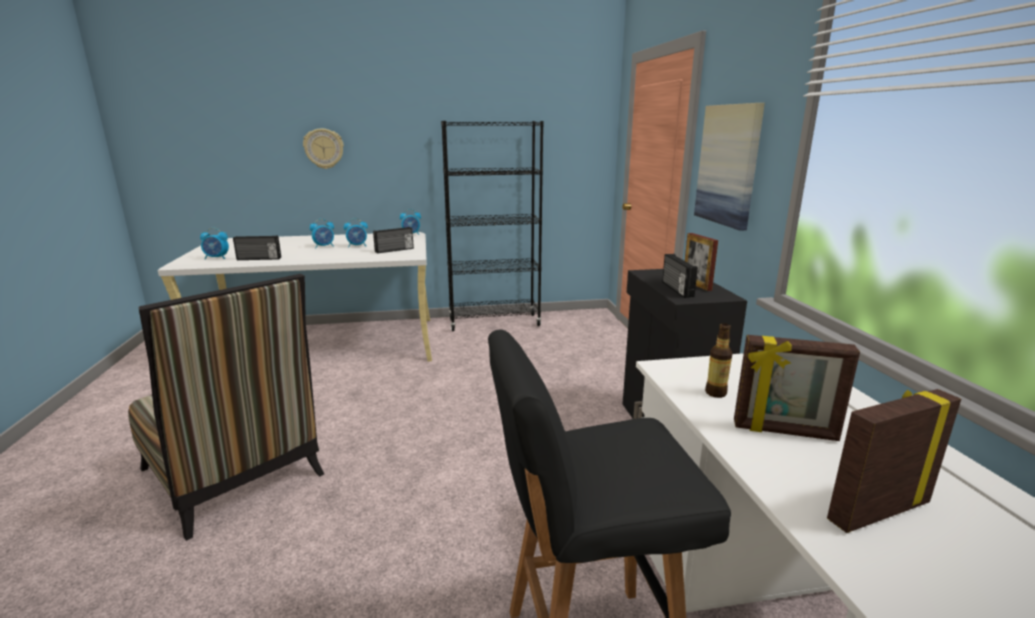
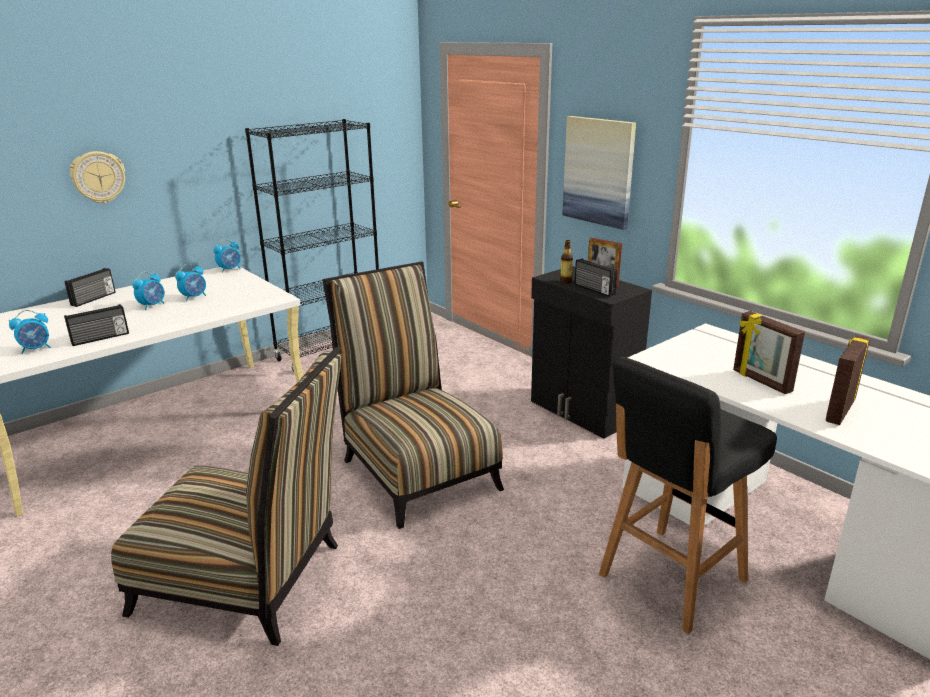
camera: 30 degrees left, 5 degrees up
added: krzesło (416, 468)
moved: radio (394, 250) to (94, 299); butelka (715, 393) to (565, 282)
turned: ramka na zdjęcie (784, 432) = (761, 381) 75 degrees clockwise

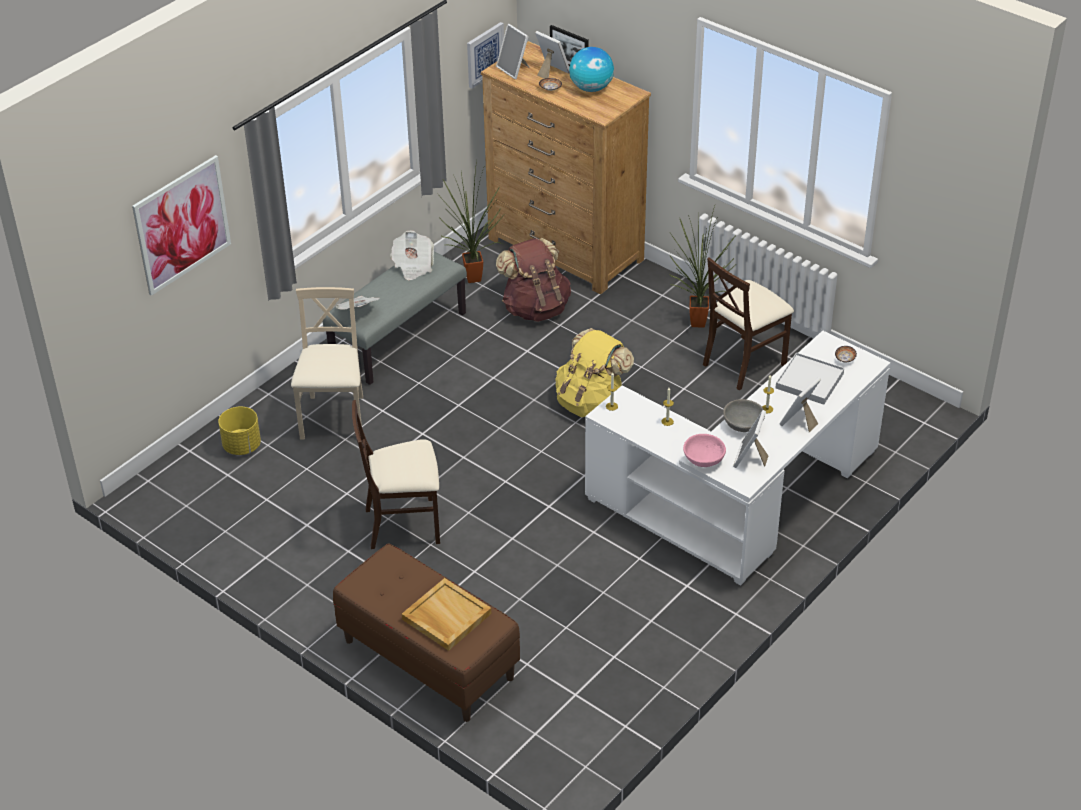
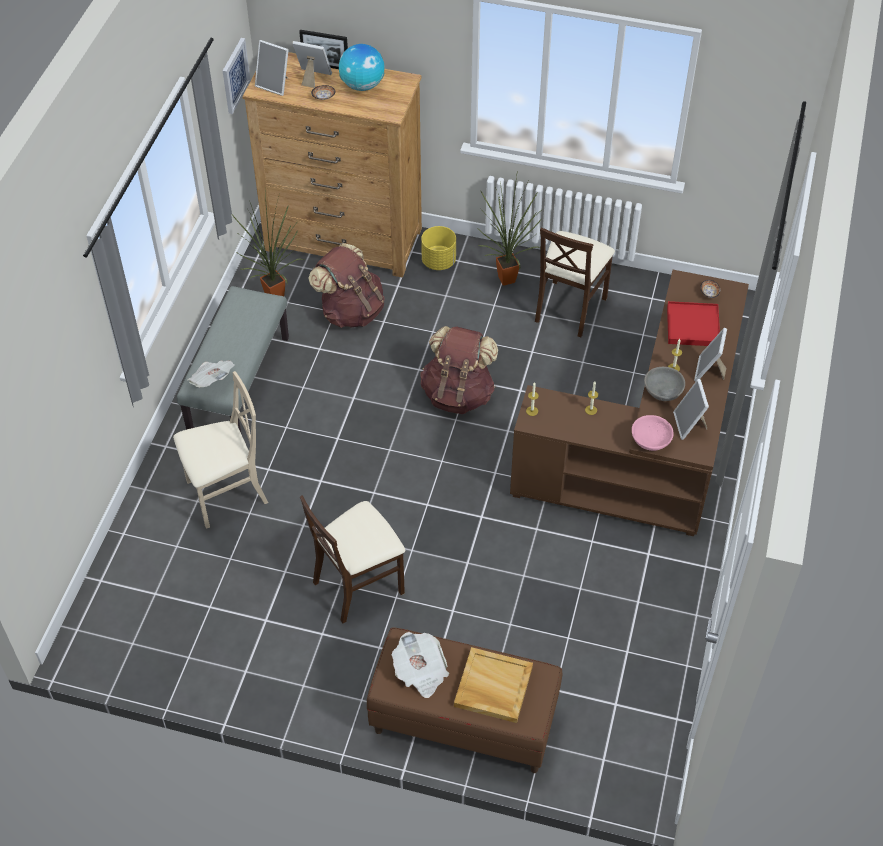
camera: 25 degrees left, 10 degrees up
removed: obraz (182, 225)
moved: gazeta (413, 266) to (420, 672); donica (żółty) (242, 446) to (439, 261)
recoloured: plecak (żółty) (591, 402) to plecak (brązowy) (458, 394); biurko (biały) (743, 502) to biurko (brązowy) (648, 450); taca (biały) (809, 381) to taca (czerwony) (693, 326)
turned: krzesło (beżowy) (334, 418) = (226, 494) 90 degrees clockwise

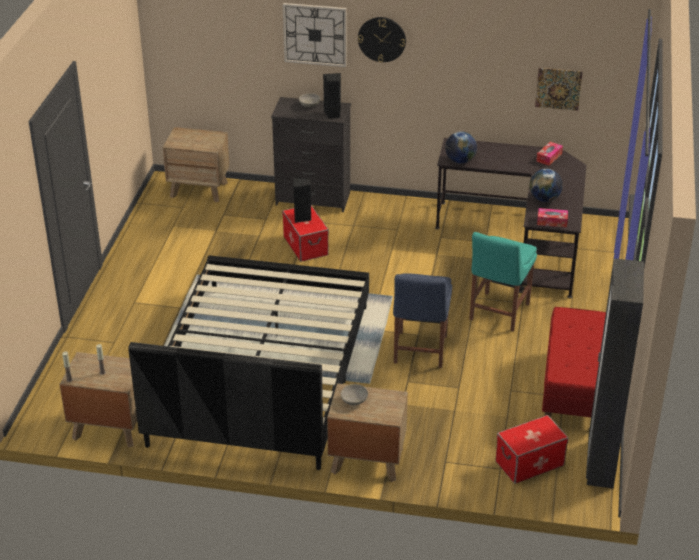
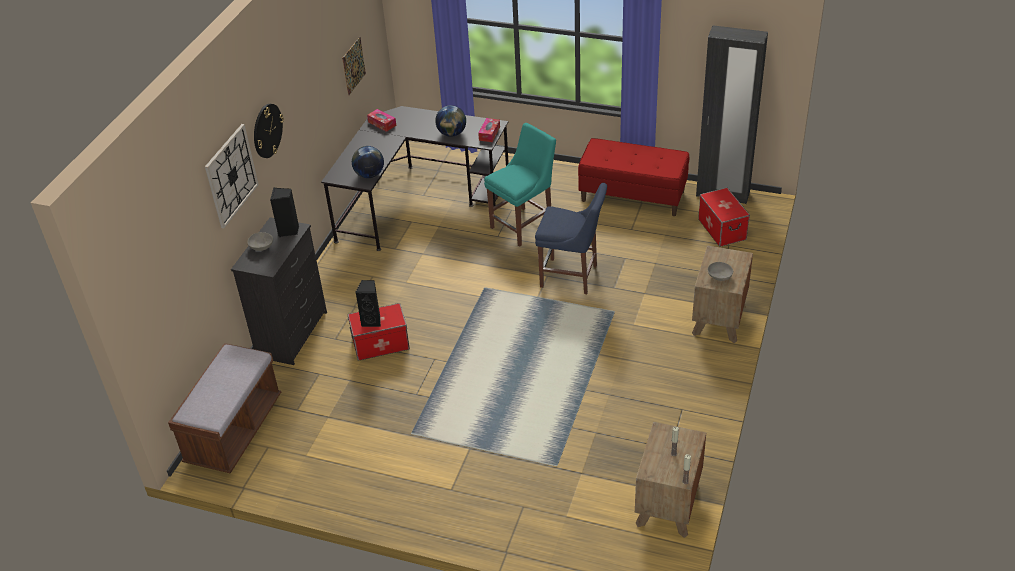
camera: 80 degrees left, 5 degrees up
removed: łóżko (czarny) (261, 373)
replaced: szafka nocna (brązowy) (199, 189) to ławka (brązowy) (234, 431)
turned: krzesło (turkusowy) (497, 313) = (524, 225) 75 degrees counterclockwise

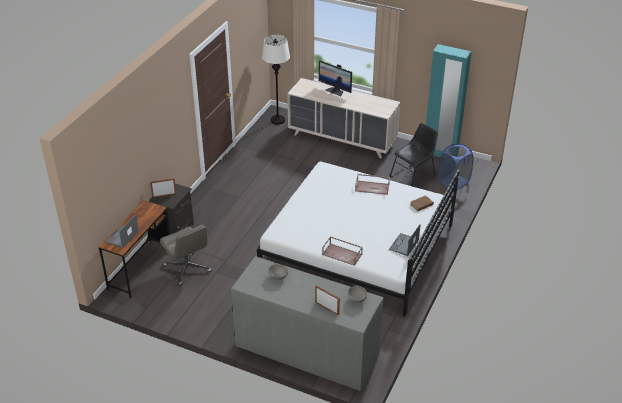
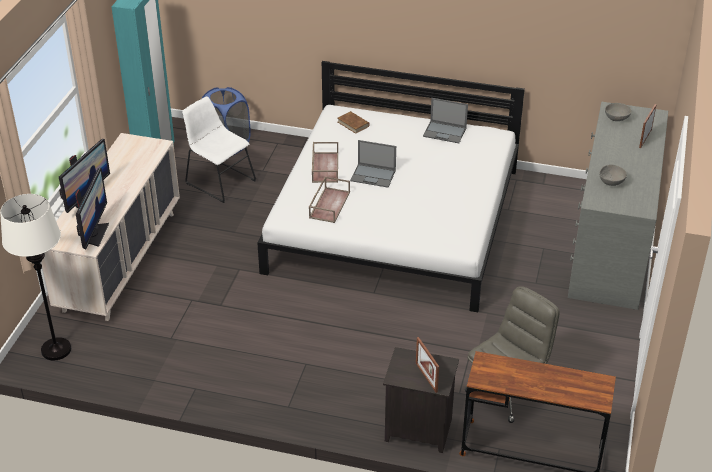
camera: 100 degrees left, 0 degrees up
added: monitor (94, 234)
moved: taca (brązowy) (342, 254) to (329, 204); laptop (122, 237) to (373, 176)
recoloured: krzesło (czarny) (413, 176) to krzesło (biały) (218, 180)

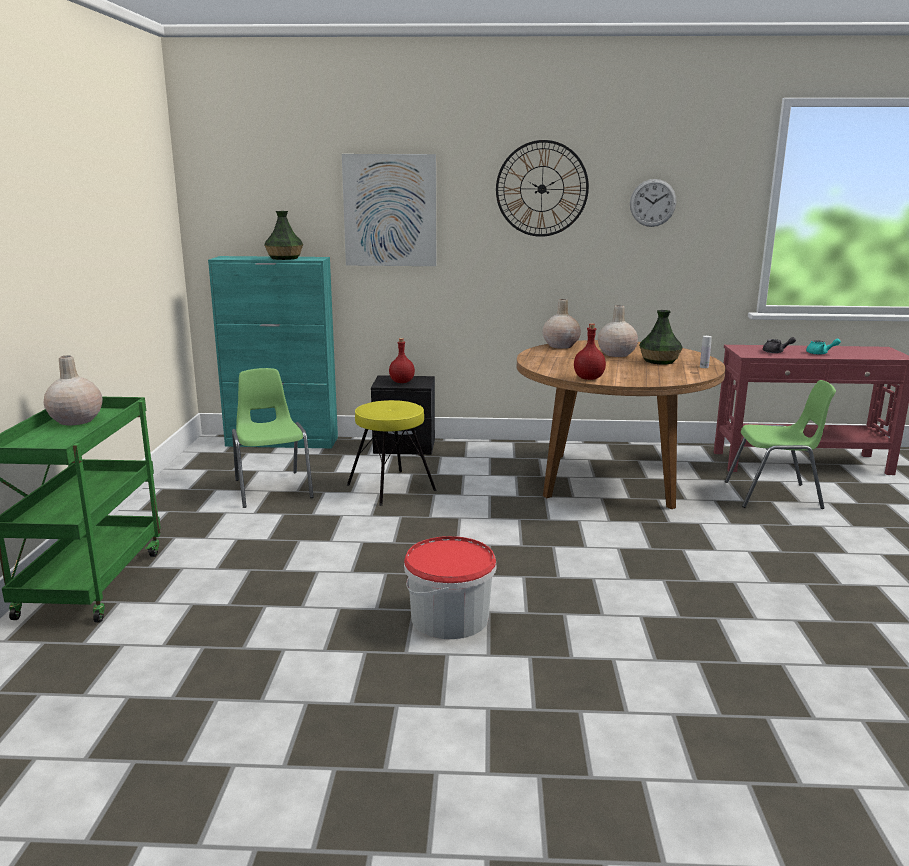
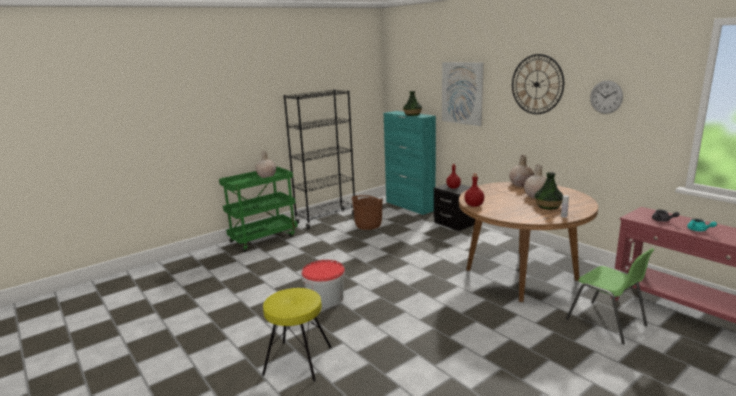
camera: 50 degrees right, 0 degrees up
added: regał (czarny) (326, 219)
moved: stołek (żółty) (391, 487) to (298, 360)
replaced: krzesło (zielony) (272, 488) to wiadro (brązowy) (368, 225)

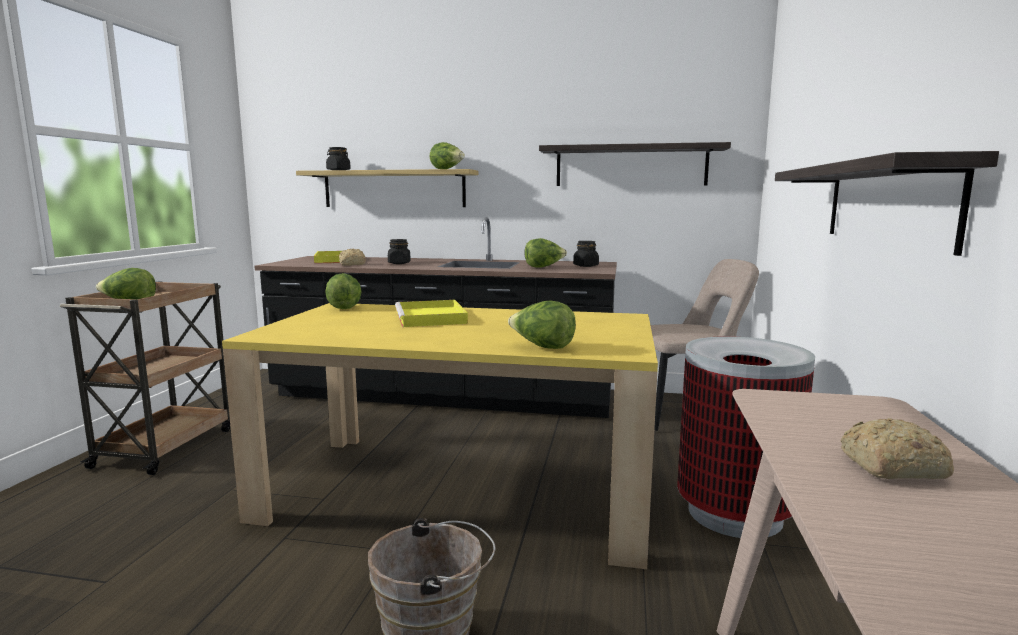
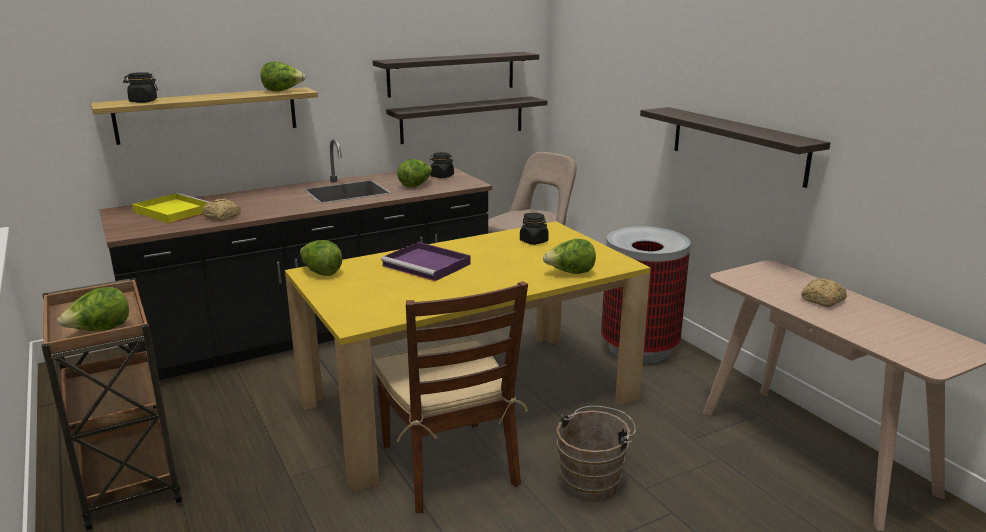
camera: 40 degrees left, 10 degrees up
added: krzesło (brązowy) (449, 465); półka (462, 119)
moved: słoik (czarny) (399, 263) to (534, 241)
recoloured: taca (żółty) (431, 318) to taca (fioletowy) (428, 265)

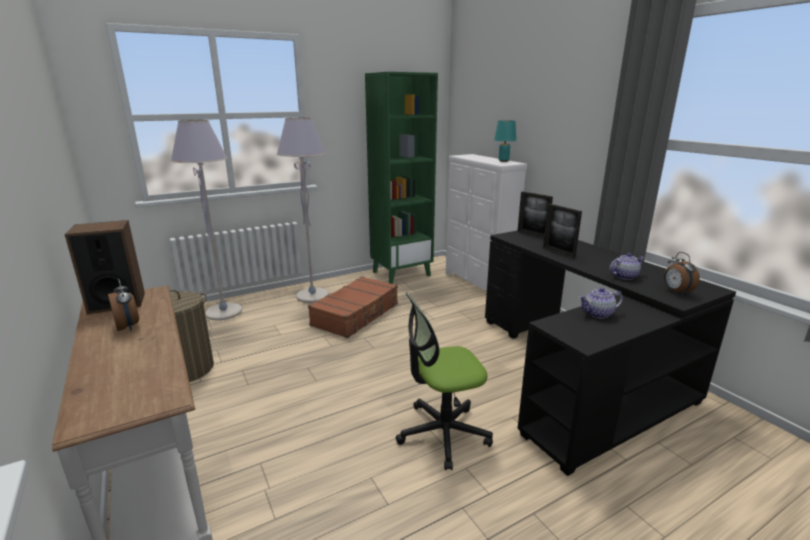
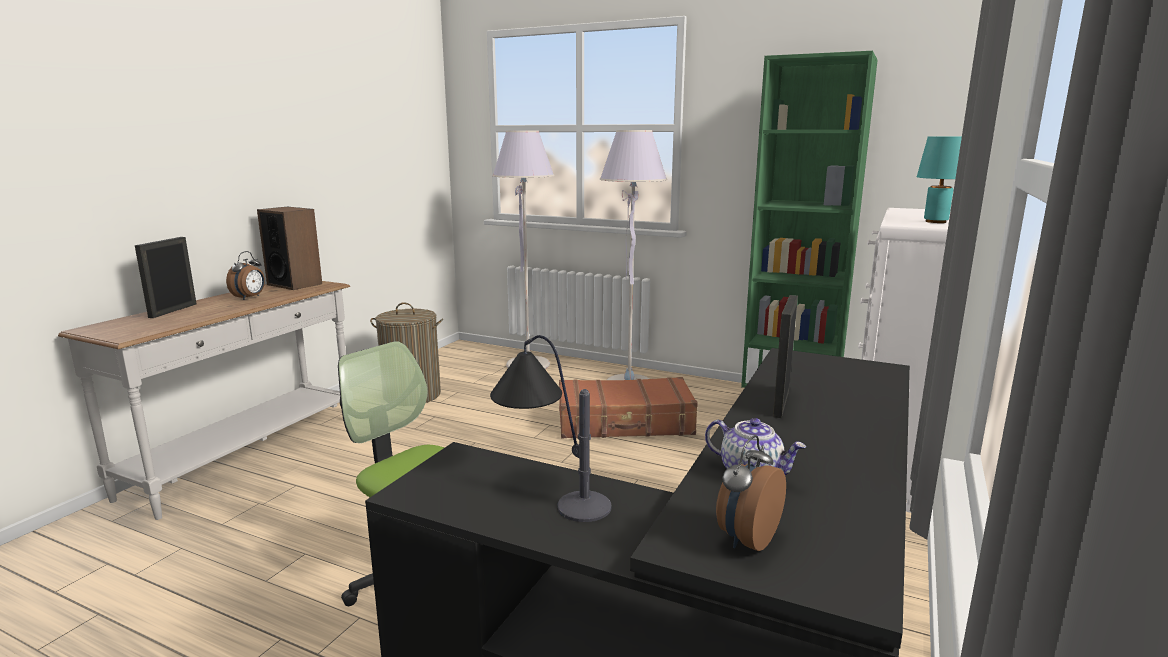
camera: 55 degrees right, 5 degrees down
moved: ramka na zdjęcie (532, 234) to (173, 310)
replaced: imbryk (598, 314) to lampa stołowa (547, 486)

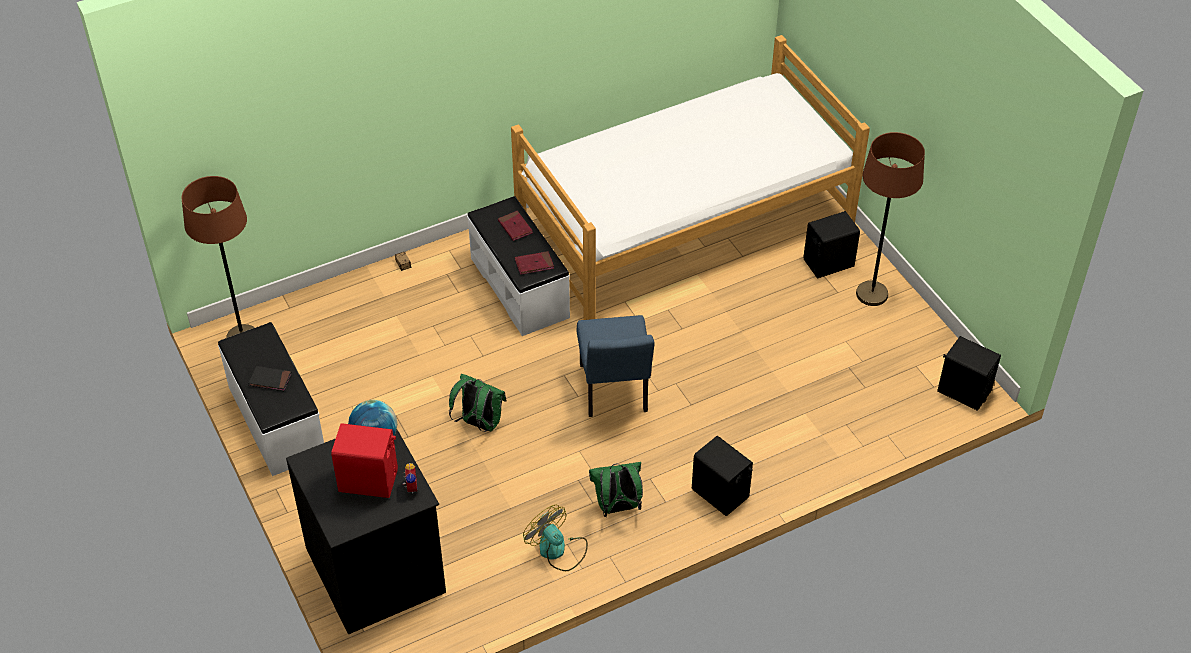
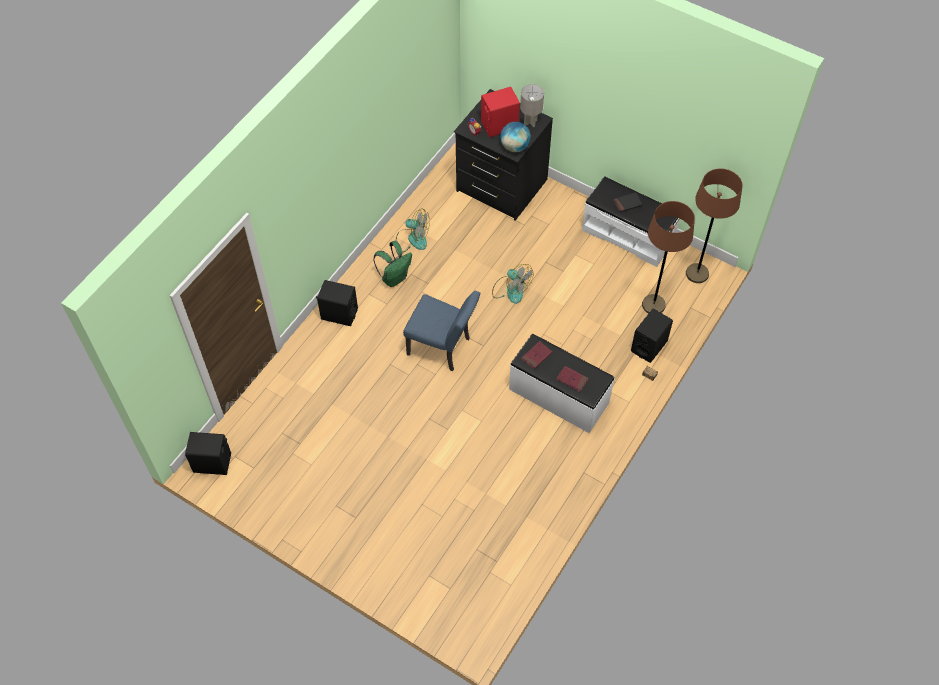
camera: 150 degrees right, 10 degrees up
removed: łóżko (685, 226)
added: lampa stołowa (szary) (530, 122)
moved: głośnik (czarny) (828, 263) to (649, 346); lampa stojąca (brązowy) (872, 294) to (653, 305)
replaced: plecak (zielony) (479, 423) to wentylator (511, 289)
turned: krzesło (niebieski) (614, 393) = (443, 348) 150 degrees clockwise

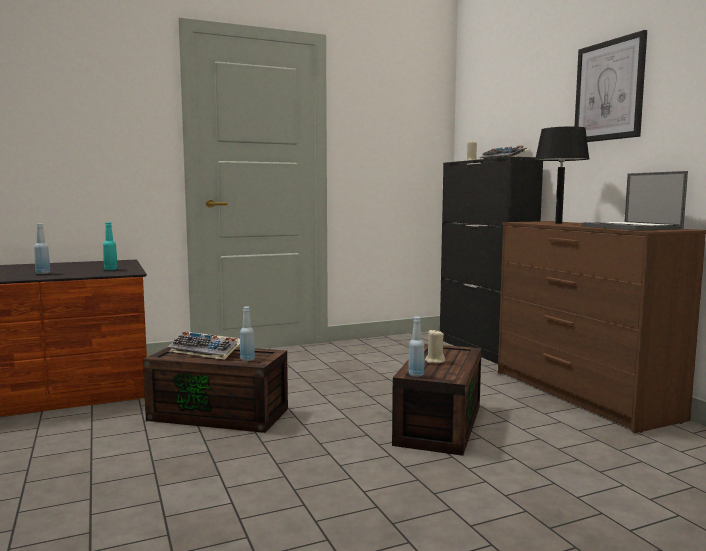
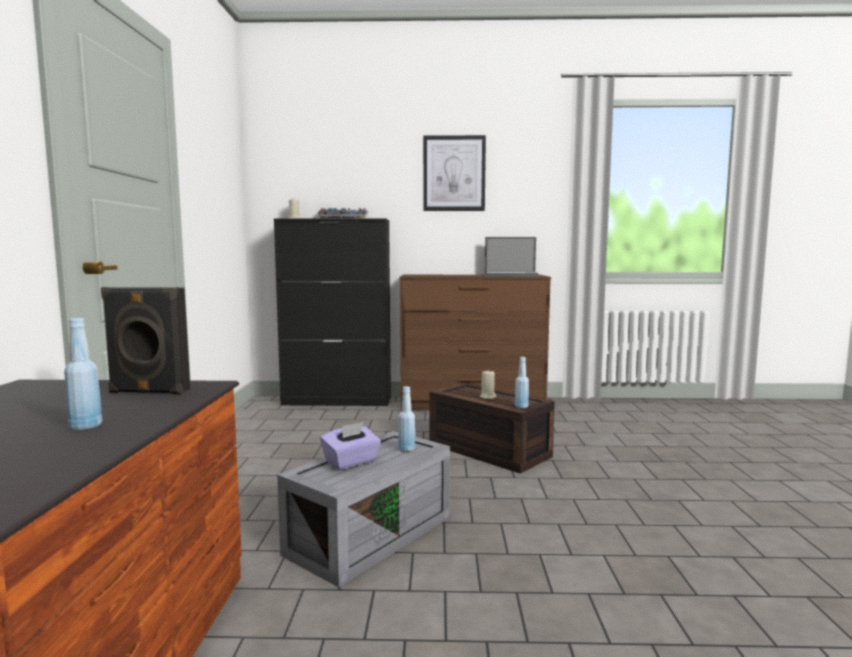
camera: 65 degrees left, 0 degrees up
removed: lampa stołowa (czarny) (558, 223)
replaced: butelka (turkusowy) (110, 269) to głośnik (czarny) (148, 392); klawiatura (207, 351) to pudełko chusteczek (fioletowy) (351, 462)
recoloured: pojemnik do przechowywania (brązowy) (221, 414) to pojemnik do przechowywania (szary) (370, 533)

